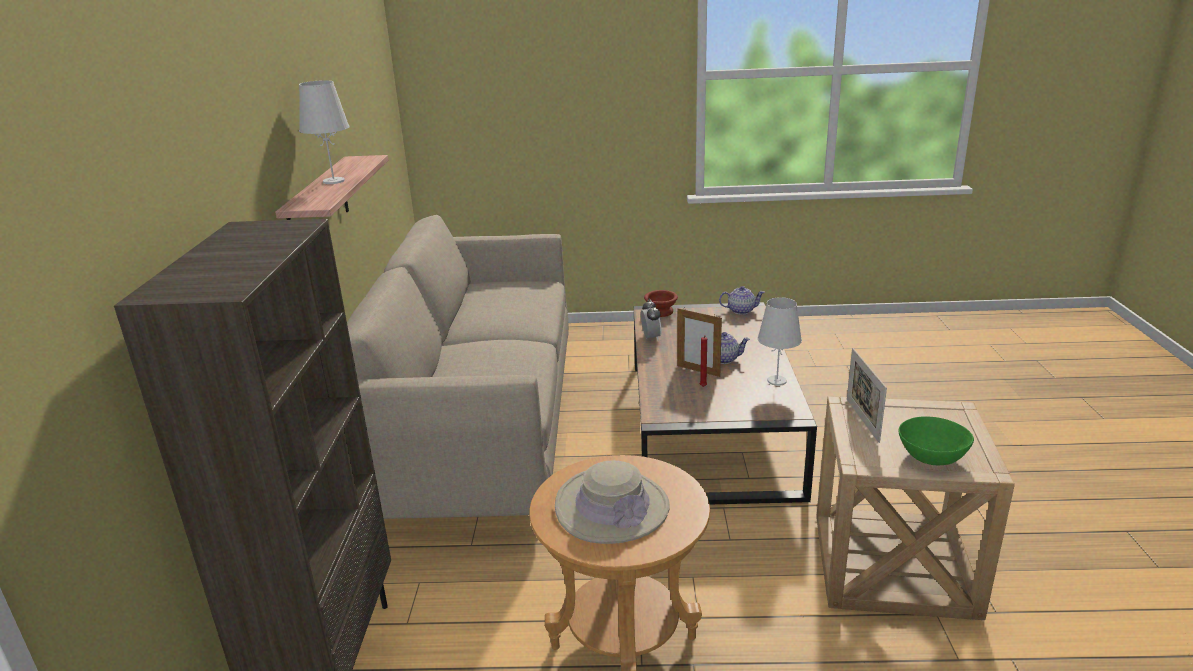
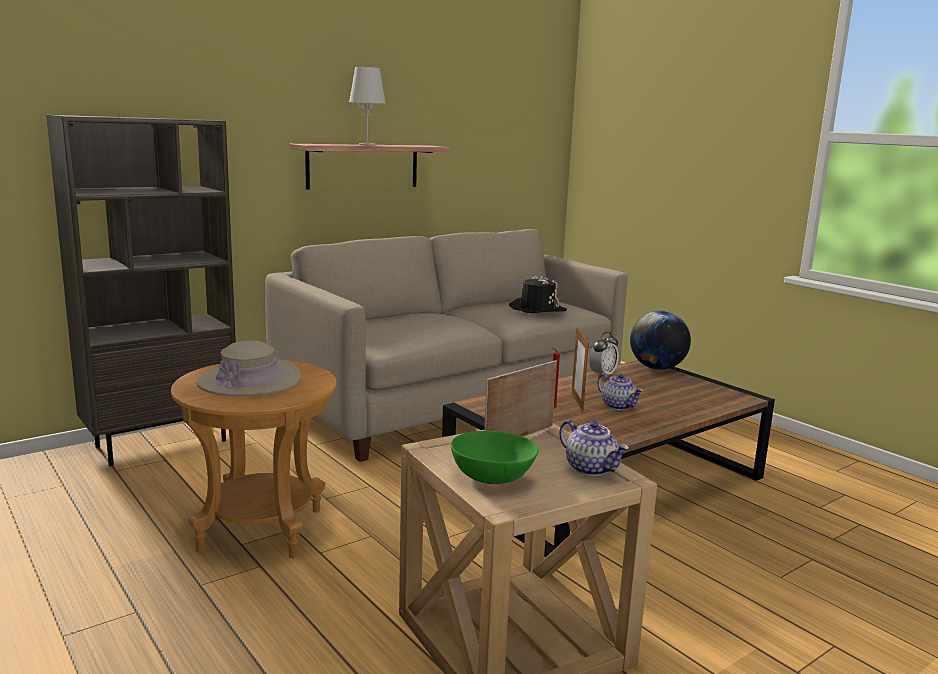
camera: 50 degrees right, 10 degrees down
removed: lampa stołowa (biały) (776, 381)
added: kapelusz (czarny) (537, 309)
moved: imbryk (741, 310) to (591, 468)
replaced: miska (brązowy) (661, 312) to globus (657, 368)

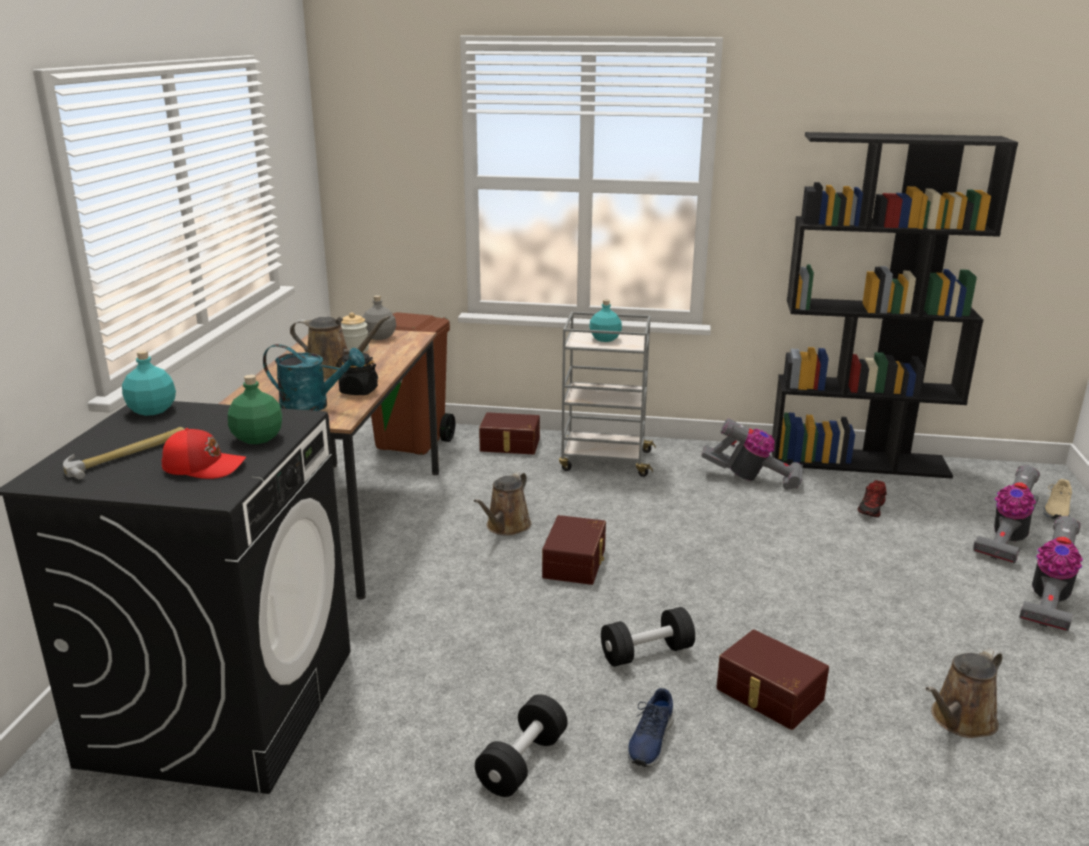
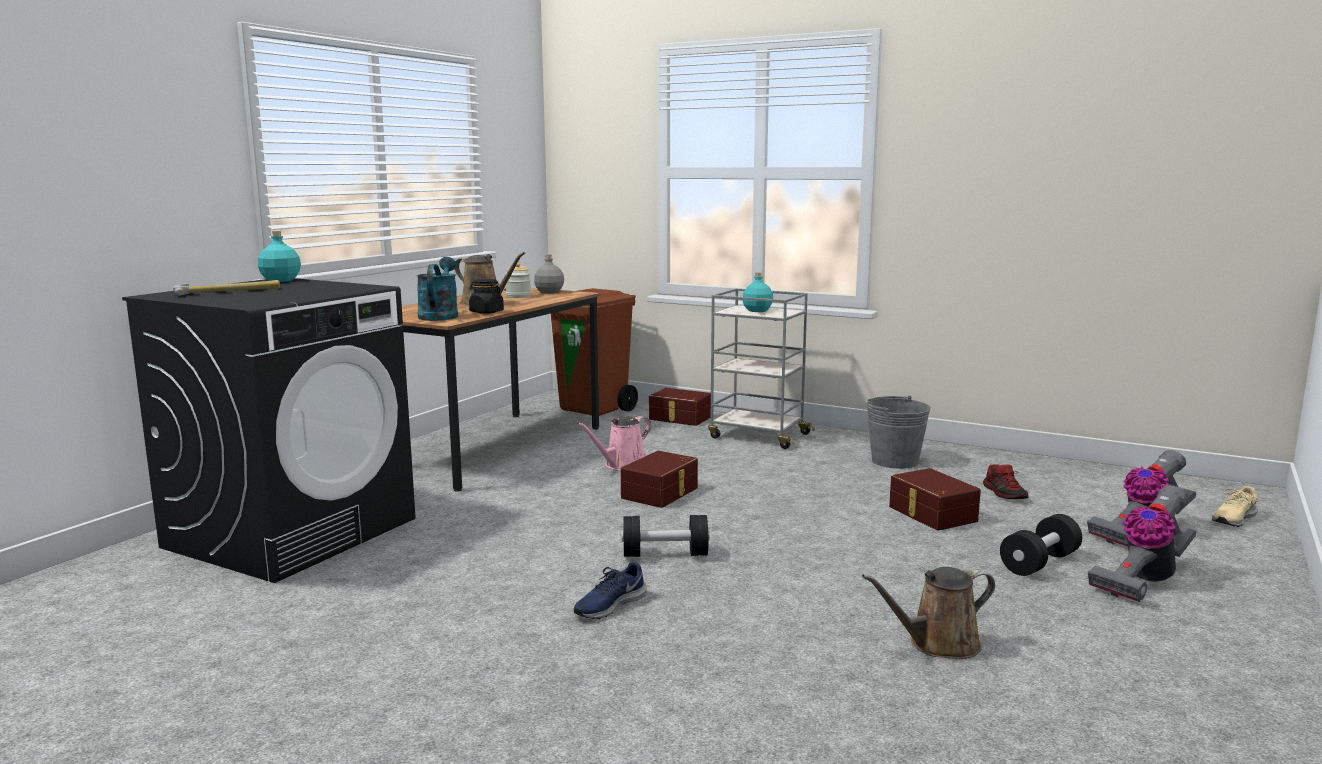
camera: 20 degrees right, 10 degrees down
removed: czapka z daszkiem (czerwony) (204, 466); butelka (zielony) (258, 438); regał (czarny) (859, 461)
moved: pojemnik do przechowywania (brązowy) (768, 695) to (931, 514); hantel (czarny) (522, 762) to (1039, 563)
replaced: odkurzacz (752, 479) to wiadro (szary) (894, 461)
recoloured: konewka (brązowy) (506, 527) to konewka (różowy) (622, 465)
turned: konewka (turkusowy) (313, 406) = (439, 315) 120 degrees counterclockwise; but (872, 508) = (1005, 493) 60 degrees counterclockwise

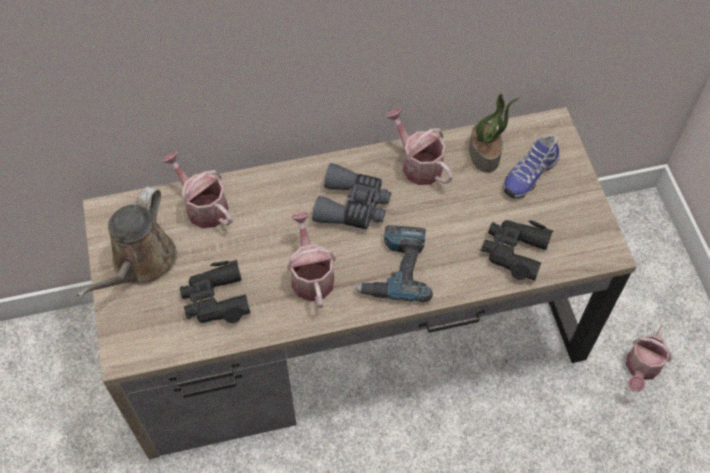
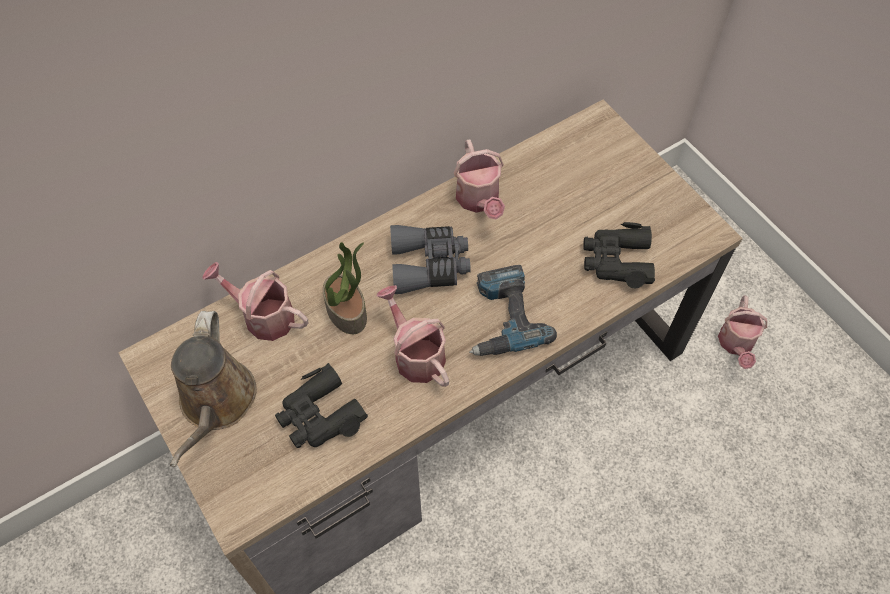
camera: 20 degrees left, 0 degrees up
removed: but (529, 174)
moved: roślina doniczkowa (485, 154) to (347, 311)
turned: konewka (418, 164) = (479, 200) 135 degrees counterclockwise

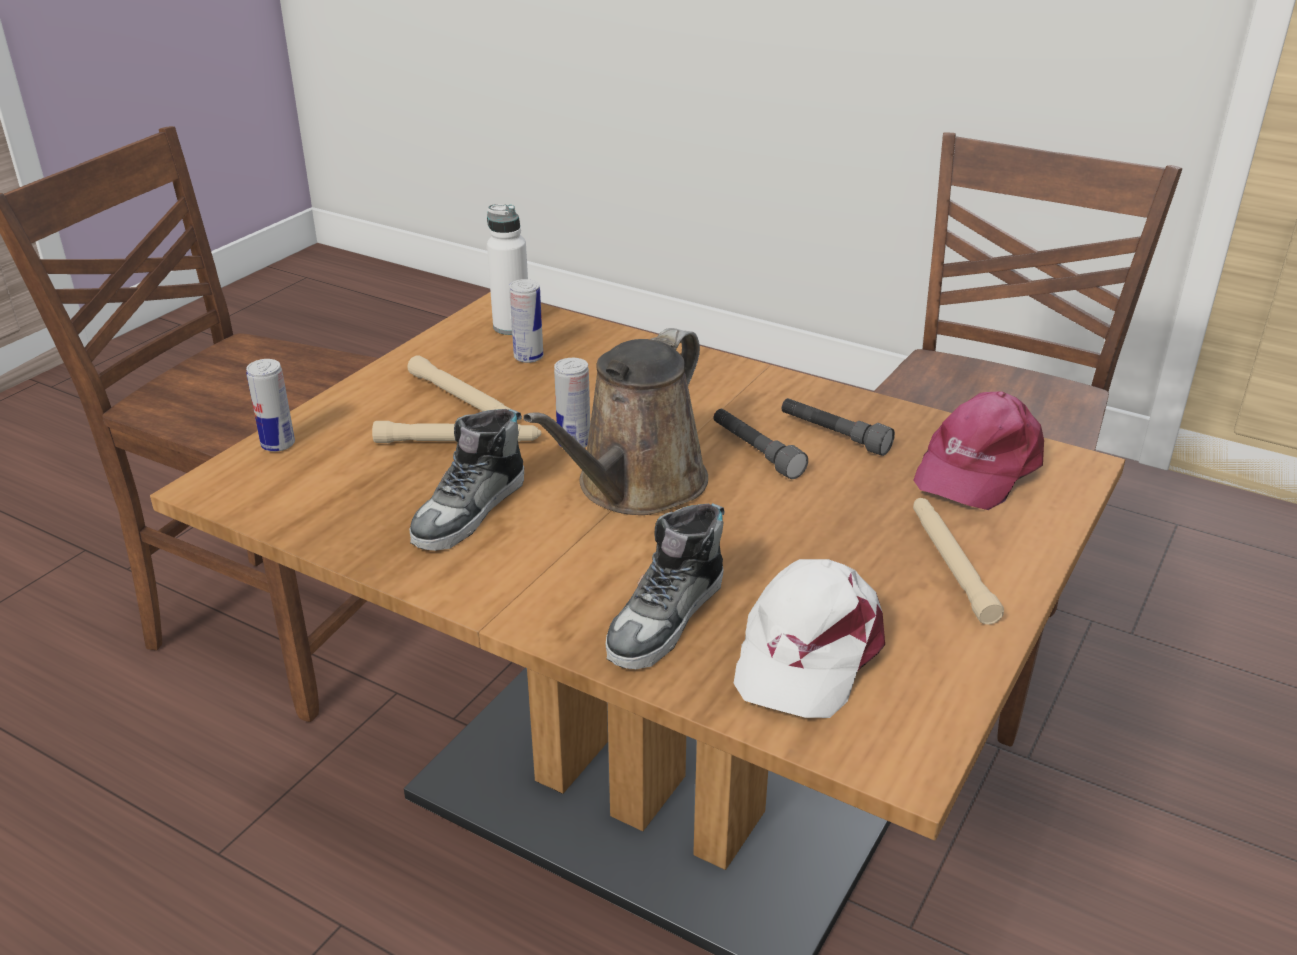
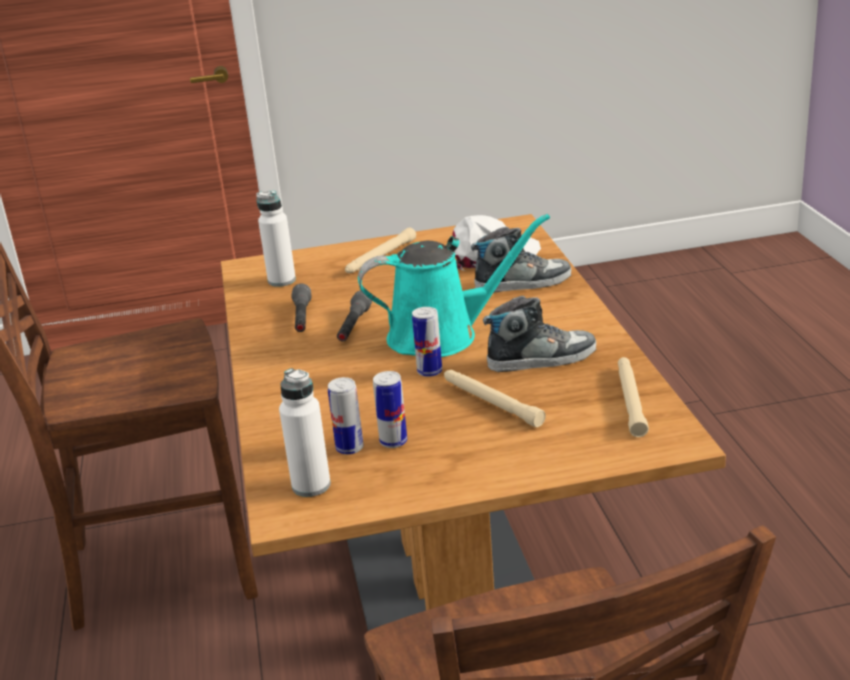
camera: 130 degrees left, 5 degrees down
moved: puszka (278, 444) to (393, 441); latarka (beżowy) (463, 399) to (630, 400)
replaced: czapka z daszkiem (różowy) (977, 467) to butelka (biały) (282, 280)
recoloured: konewka (brązowy) (635, 487) to konewka (turkusowy) (441, 335)

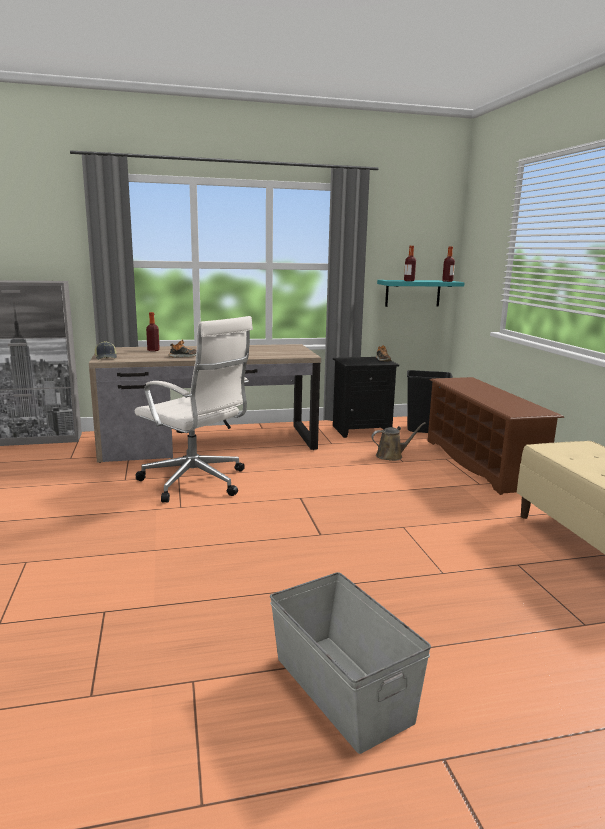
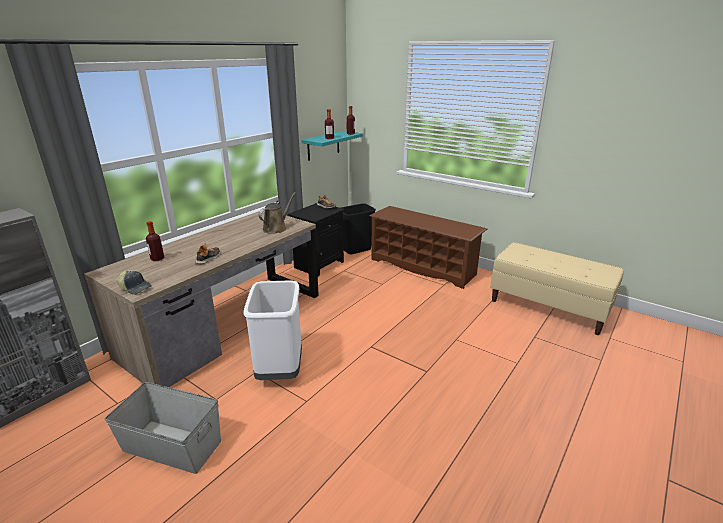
camera: 40 degrees left, 10 degrees up
moved: pojemnik do przechowywania (szary) (342, 687) to (172, 445); konewka (brązowy) (392, 456) to (276, 228)
replaced: krzesło biurowe (biały) (196, 482) to kosz na śmieci (biały) (280, 370)

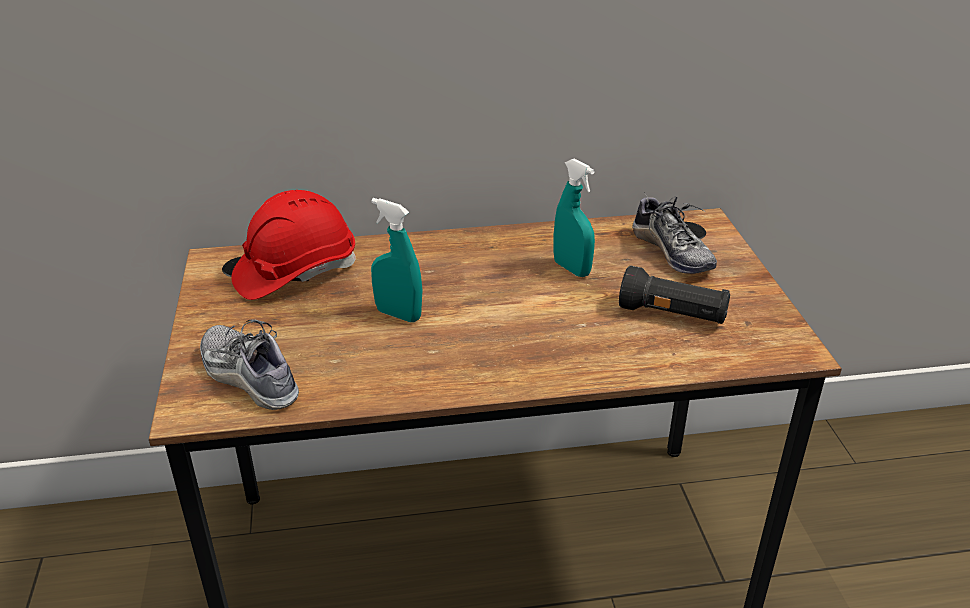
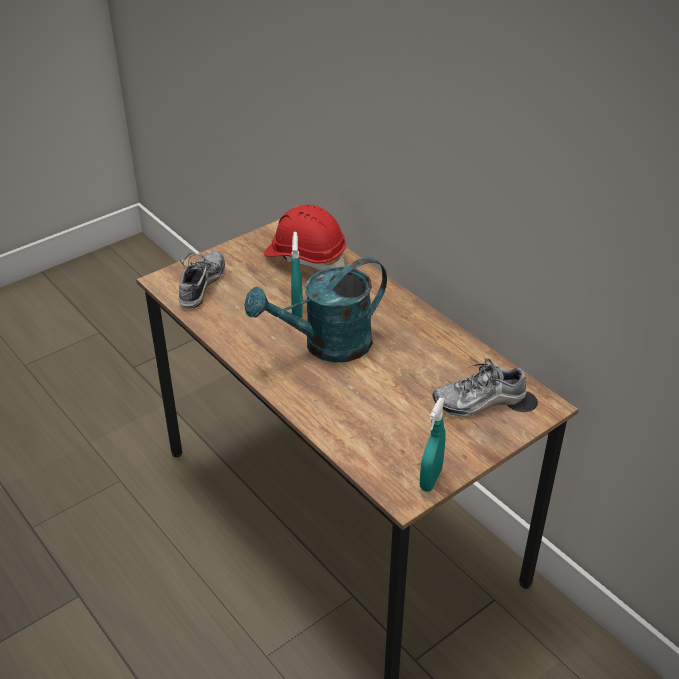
camera: 60 degrees right, 5 degrees up
removed: latarka (czarny) (673, 315)
added: konewka (turkusowy) (326, 346)
moved: spryskiwacz (turkusowy) (572, 269) to (430, 479)
turned: but (672, 252) = (479, 401) 45 degrees clockwise

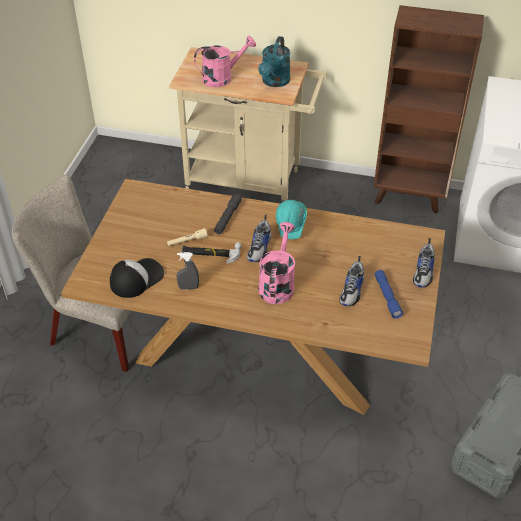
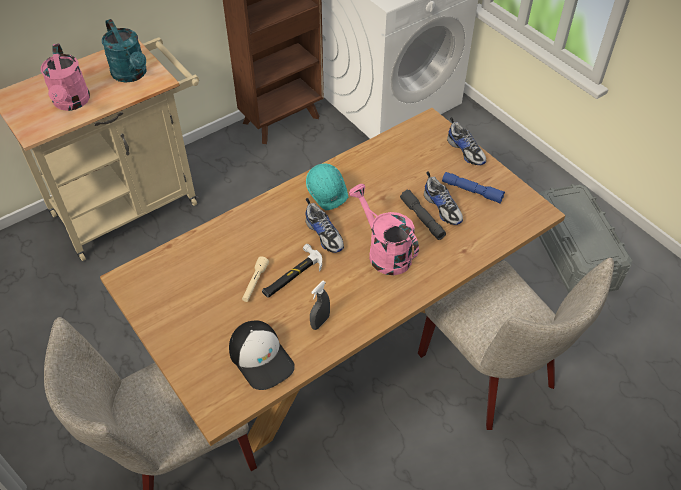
camera: 50 degrees left, 5 degrees up
added: krzesło (beżowy) (493, 375)
moved: latarka (szary) (227, 218) to (422, 218)
turned: konewka (różowy) (222, 77) = (71, 103) 150 degrees clockwise; czapka z daszkiem (136, 278) = (261, 358) 150 degrees clockwise

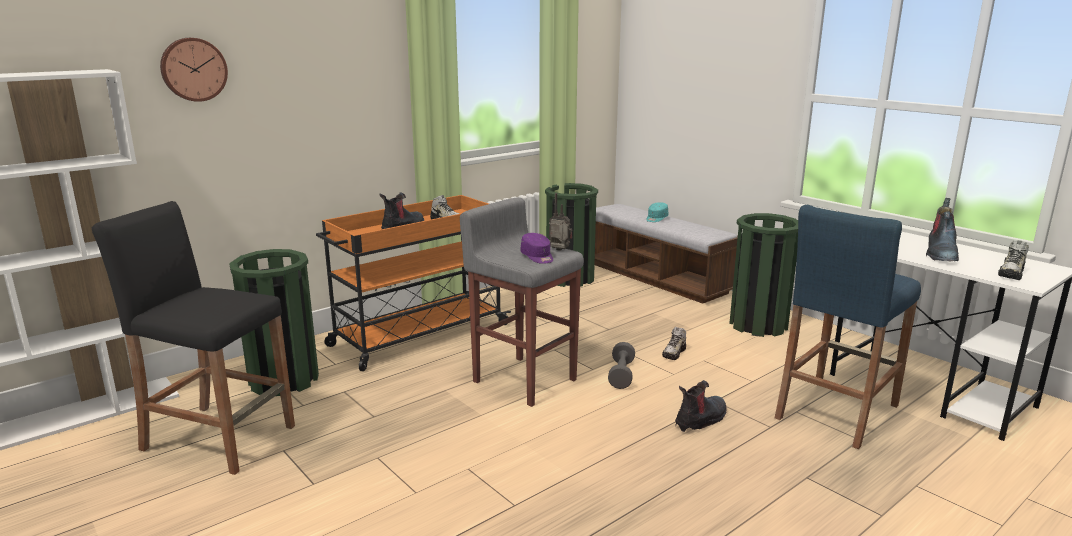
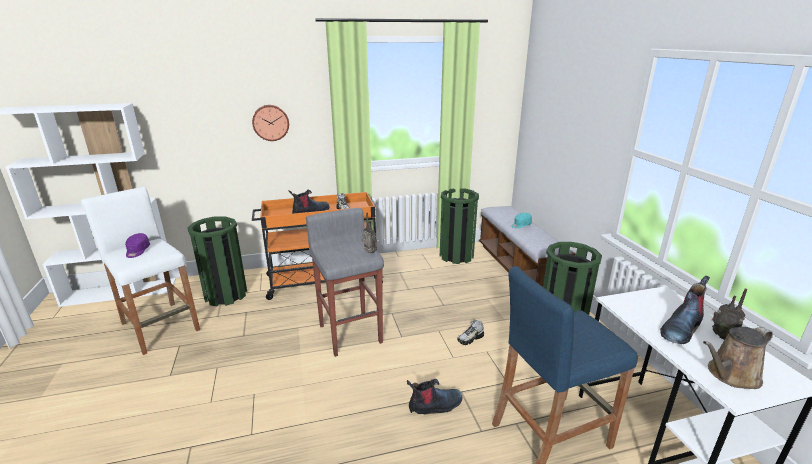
camera: 25 degrees right, 5 degrees up
removed: hantel (szary) (621, 375)
added: radio (722, 336)
moved: czapka z daszkiem (fioletowy) (537, 257) to (137, 251); zegar ścienny (193, 69) to (270, 122)
replaced: but (1011, 274) to konewka (brązowy) (730, 375)
recoloured: stołek (czarny) (219, 438) to stołek (biały) (160, 327)

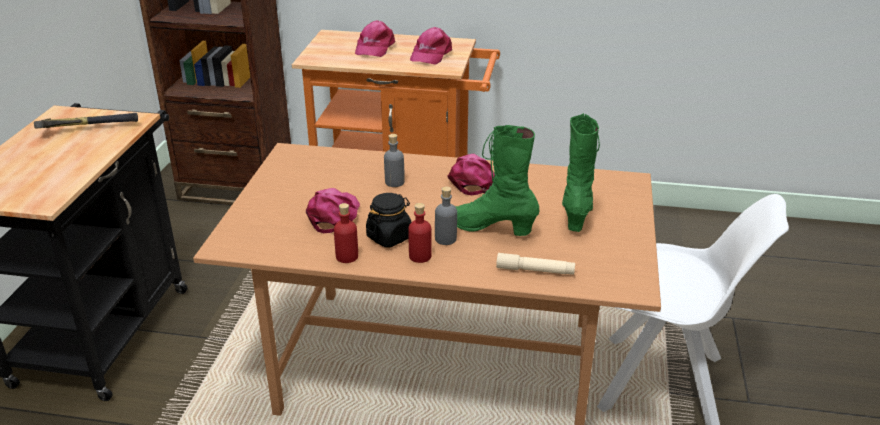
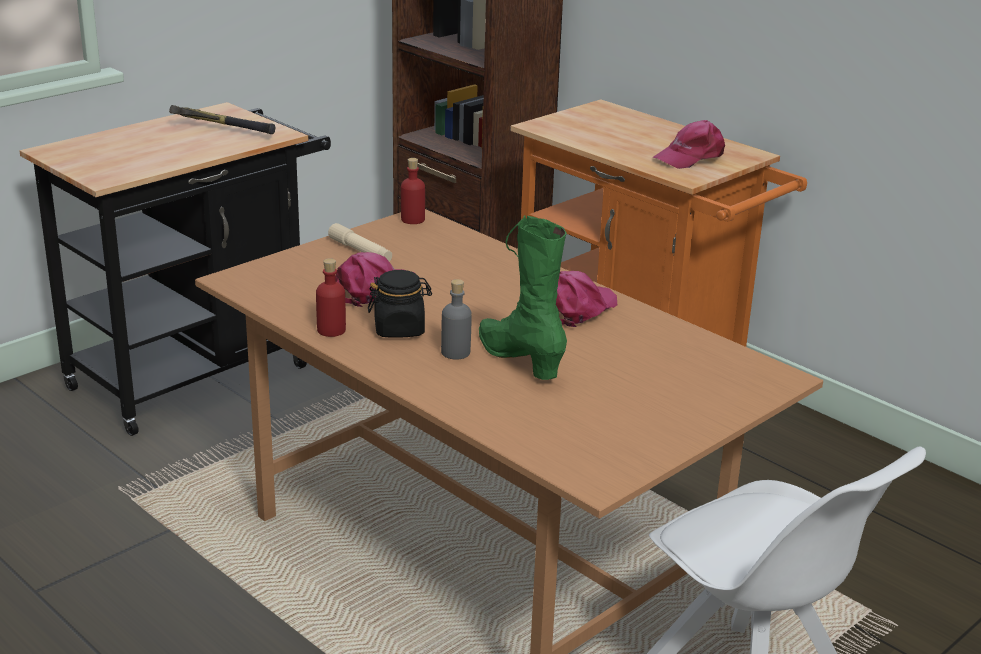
camera: 35 degrees right, 5 degrees down
removed: czapka z daszkiem (różowy) (374, 47); butelka (szary) (394, 182); but z cholewką (zielony) (576, 213)
moved: latarka (beżowy) (535, 270) to (360, 251); butelka (czerwony) (420, 256) to (412, 219)

